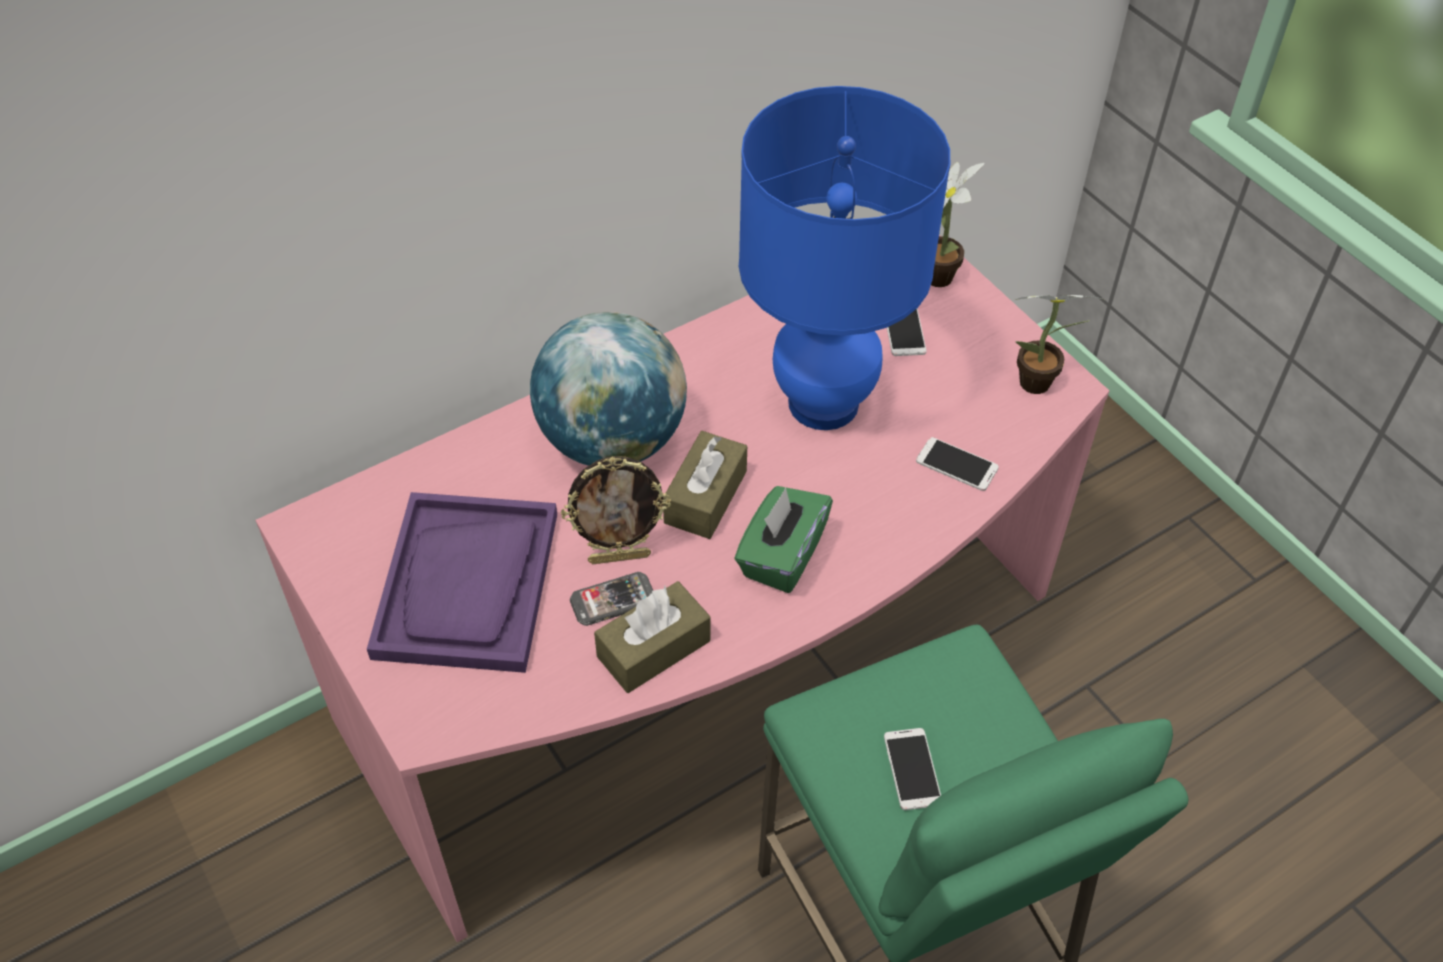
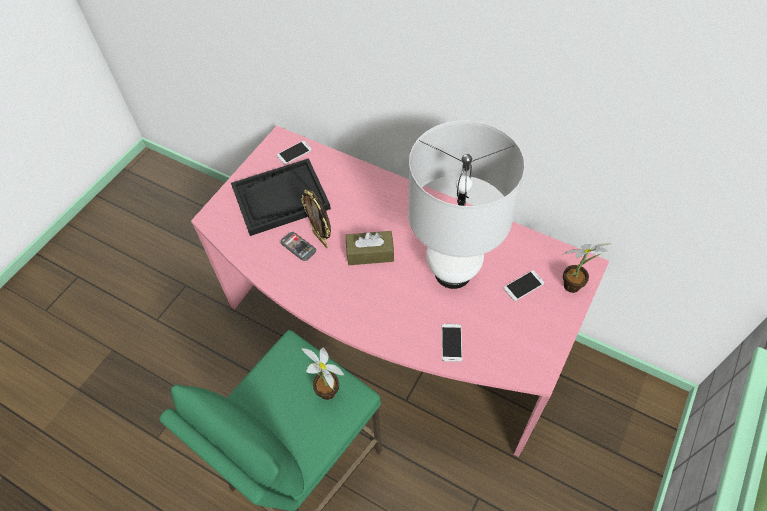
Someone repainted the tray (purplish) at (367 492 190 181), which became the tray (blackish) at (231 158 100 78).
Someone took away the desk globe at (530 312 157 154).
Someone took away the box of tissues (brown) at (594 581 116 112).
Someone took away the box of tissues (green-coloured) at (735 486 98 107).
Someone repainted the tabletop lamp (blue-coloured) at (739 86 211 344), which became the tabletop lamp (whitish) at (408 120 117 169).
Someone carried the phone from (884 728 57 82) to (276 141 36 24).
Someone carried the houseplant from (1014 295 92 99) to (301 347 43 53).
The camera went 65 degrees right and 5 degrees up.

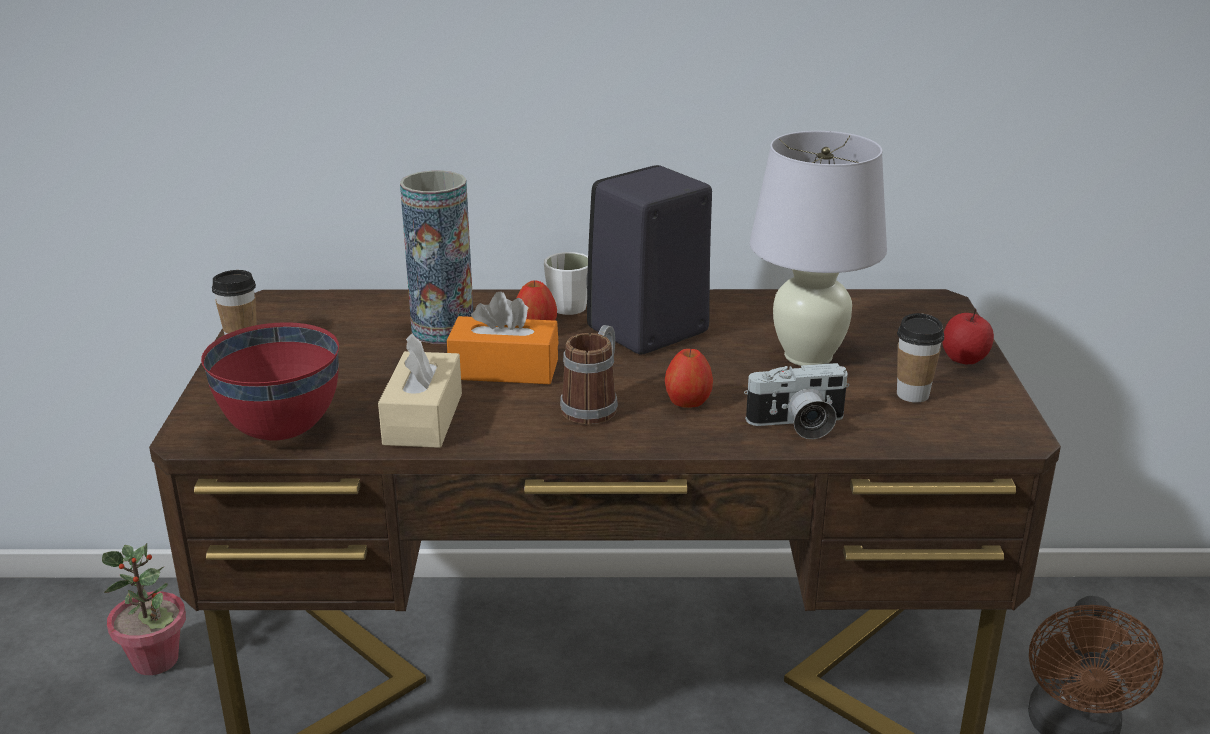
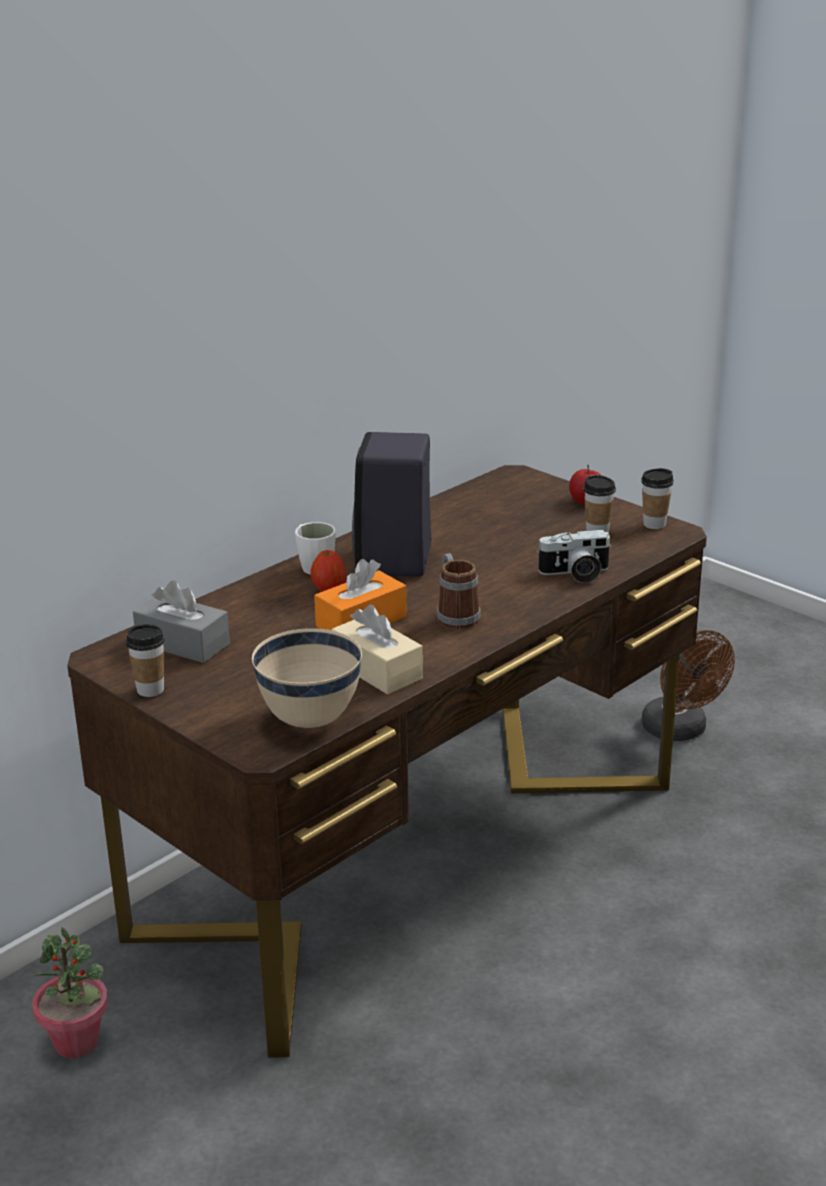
Someone repainted the deep dish (reddish) at (201 322 138 119), which became the deep dish (beige) at (252 628 110 100).
Someone took away the vase at (400 171 73 173).
Someone took away the apple fruit at (665 348 48 60).
Someone rotated the still camera at (744 363 105 76) by 45 degrees clockwise.
Someone took away the tabletop lamp (whitish) at (750 131 137 235).
Someone put down the box of tissues (gray) at (133 580 97 83).
Someone put down the drinking cup at (641 468 33 61).
The camera went 45 degrees left and 0 degrees up.

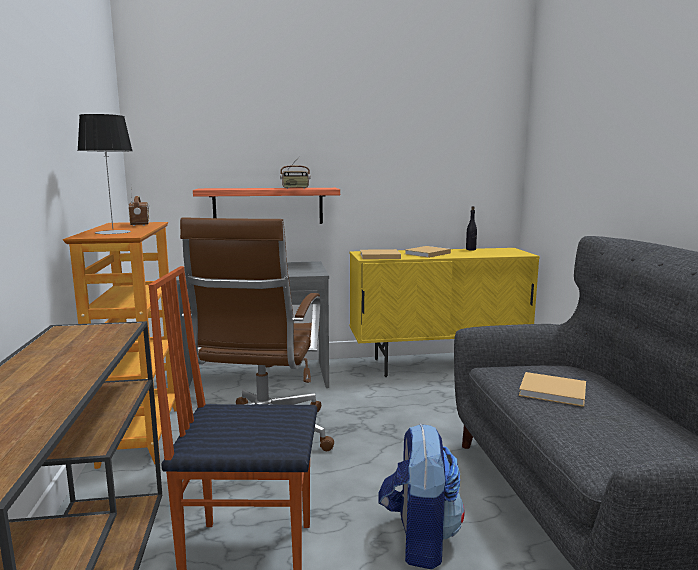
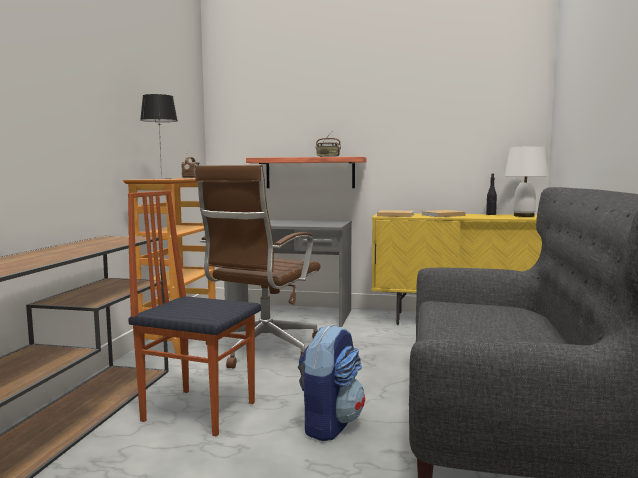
Someone took away the volume (beige) at (519 372 67 35).
Someone put down the tabletop lamp (whitish) at (505 146 43 71).
The camera went 20 degrees right and 5 degrees down.

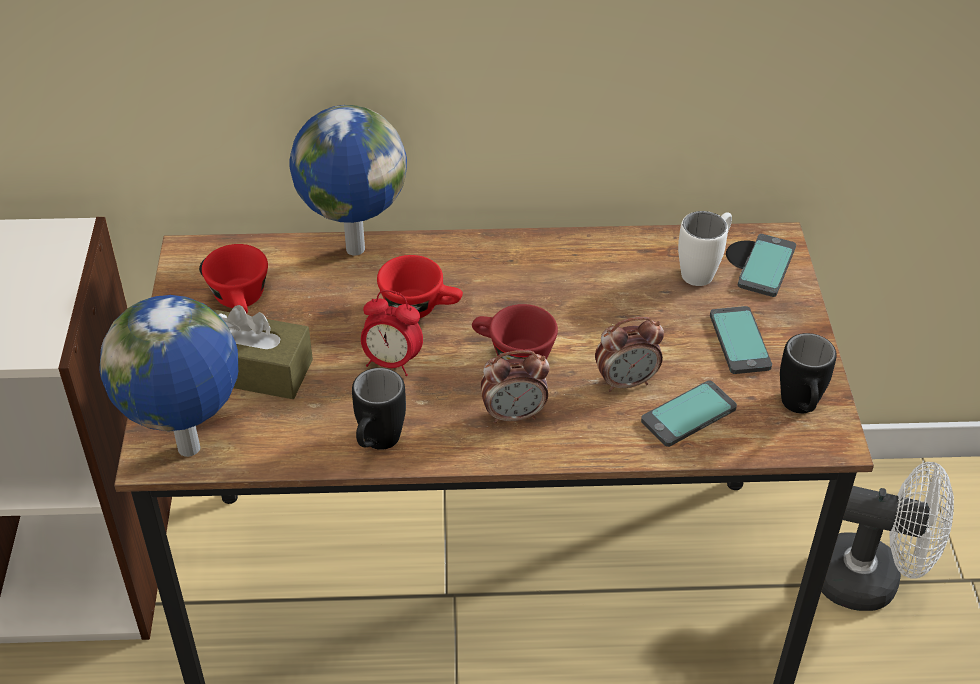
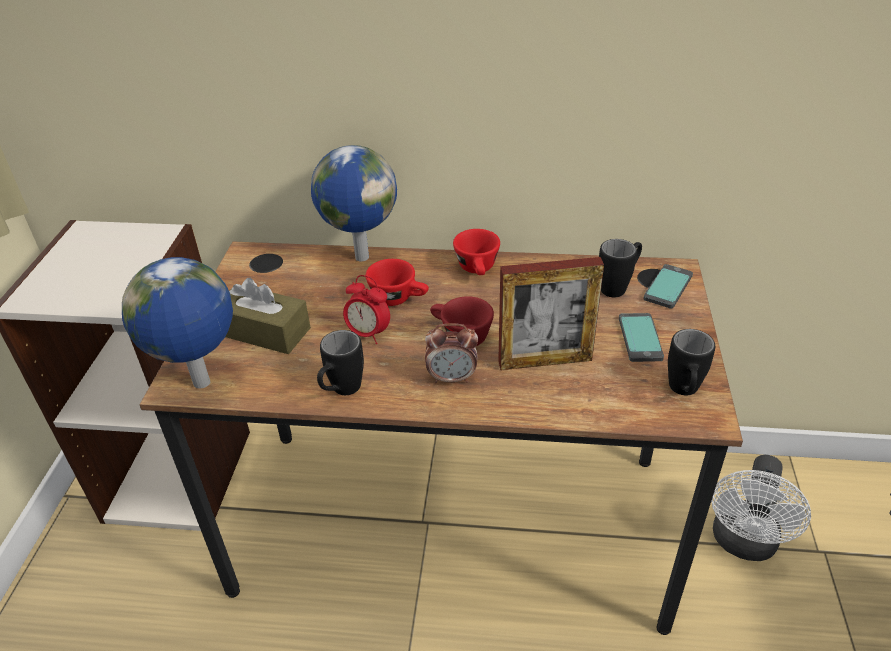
Someone carried the drinking cup (reddish) from (202 244 66 70) to (453 229 47 46).
Someone swapped the table clock at (595 317 69 75) for the photo frame at (498 257 106 113).
Someone took away the phone at (641 380 96 67).
Someone repainted the tea mug (whitish) at (678 211 54 75), which became the tea mug (blackish) at (599 239 43 58).
Someone rotated the fan (whitish) at (821 462 133 149) by 90 degrees clockwise.
The camera went 10 degrees right and 5 degrees down.

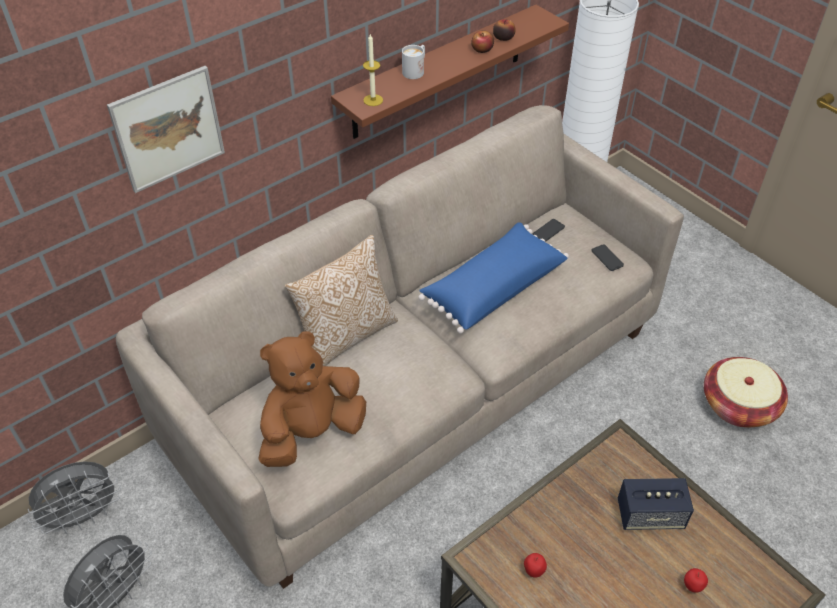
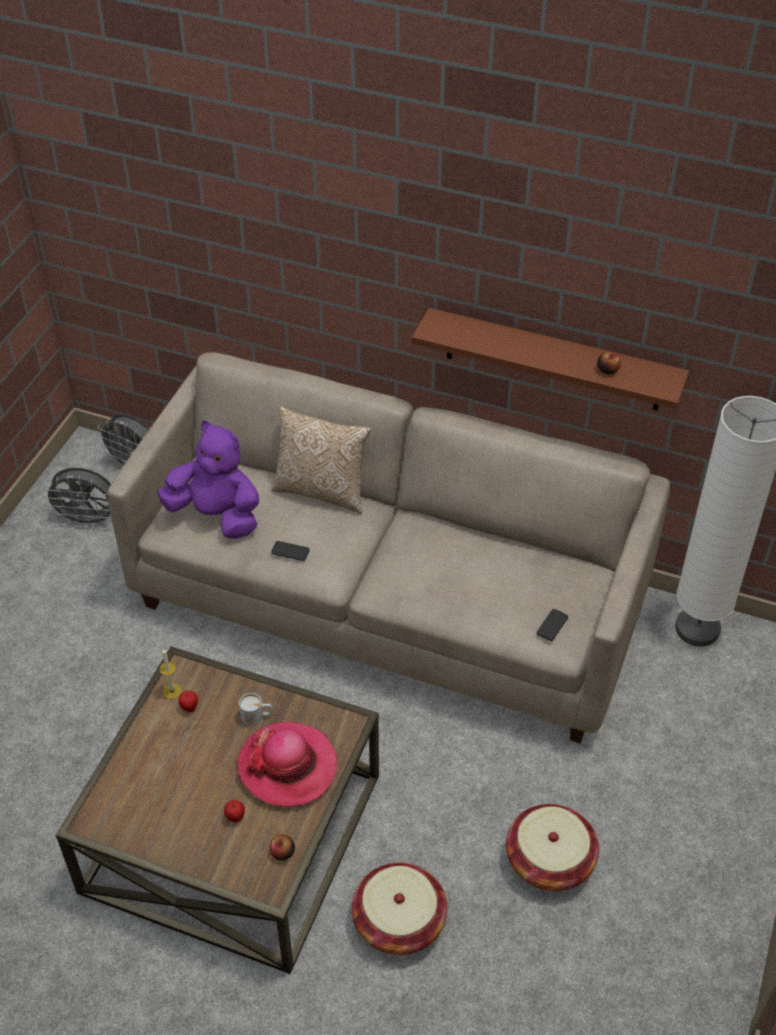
Someone took away the wall art at (107 66 118 127).
Someone repainted the soft toy (brown) at (258 331 108 136), which became the soft toy (purplish) at (157 421 102 118).
Someone carried the wax candle from (363 34 20 72) to (159 648 23 51).
Someone carried the tea mug (whitish) from (402 45 23 34) to (239 693 34 33).
Someone took away the cushion (blue-coloured) at (418 222 151 112).
Someone carried the apple fruit from (471 31 23 22) to (270 834 25 26).
Someone carried the phone from (533 219 32 23) to (271 541 39 20).
Someone swapped the loudspeaker at (618 478 76 52) for the hat at (237 722 100 85).
Someone put down the basket at (352 863 95 92).
The camera went 60 degrees right and 0 degrees up.

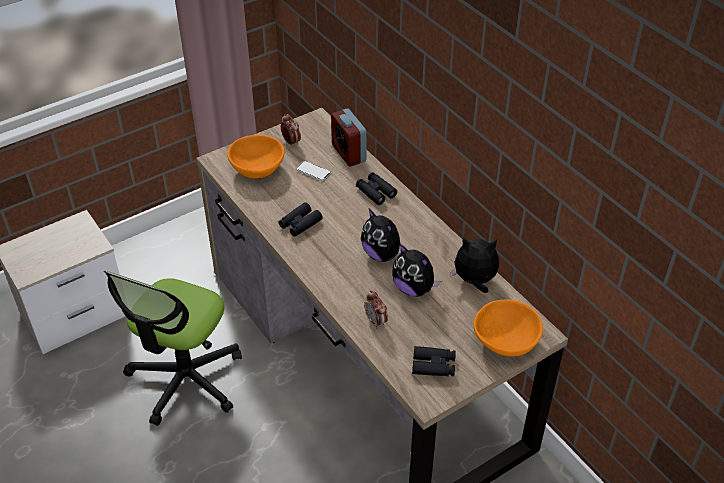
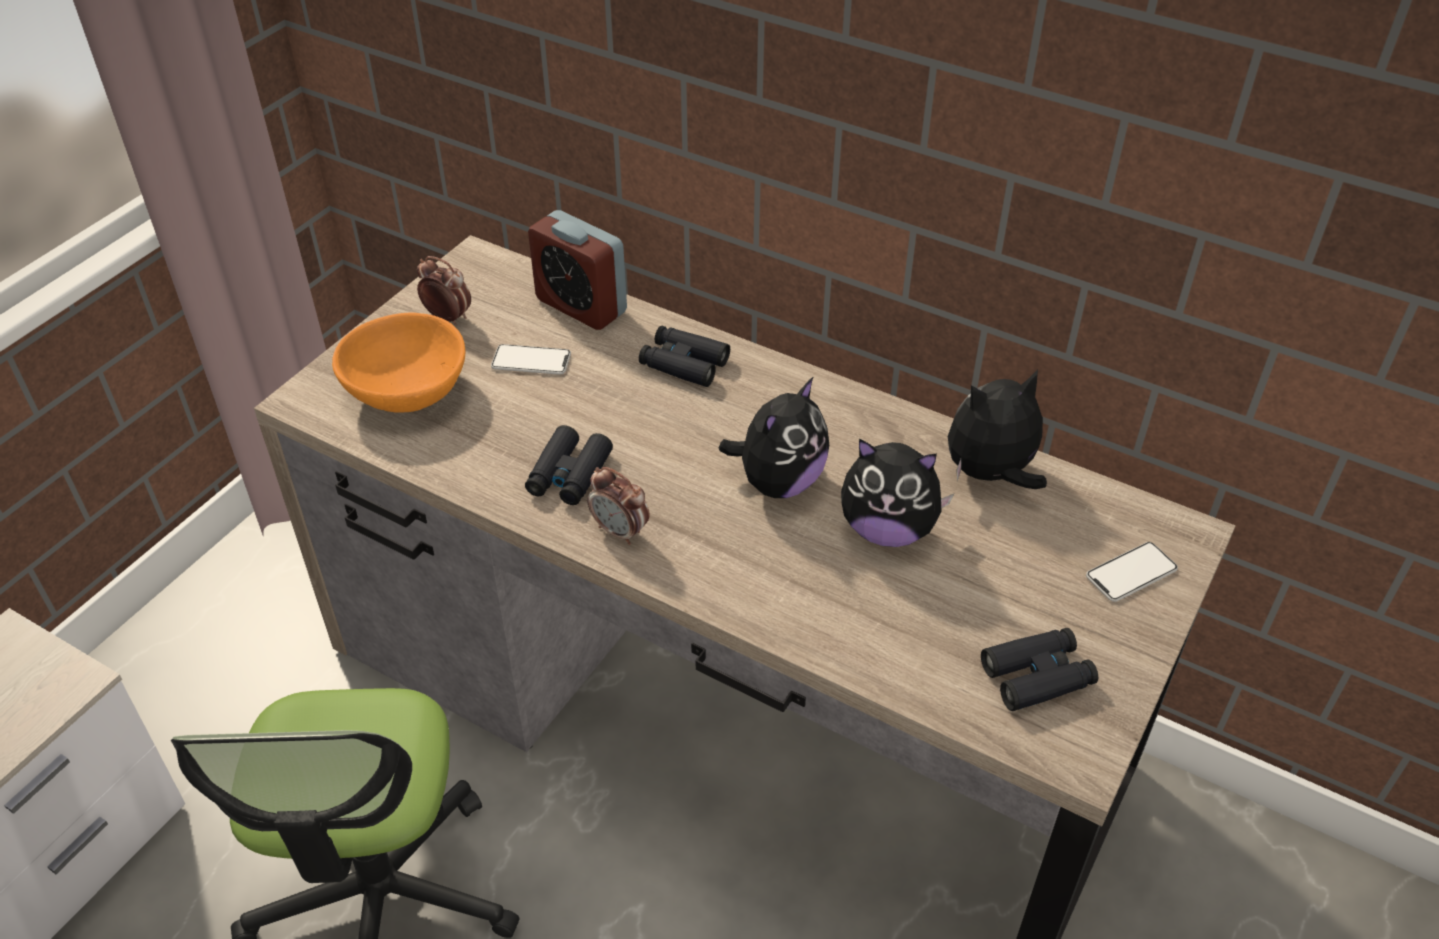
Someone rotated the soft toy at (361 209 40 53) by 75 degrees counterclockwise.
Someone carried the table clock from (364 290 24 39) to (587 467 62 78).
Someone swapped the deep dish (orangey) at (473 299 70 58) for the phone at (1086 542 92 60).
The camera went 25 degrees left and 0 degrees up.

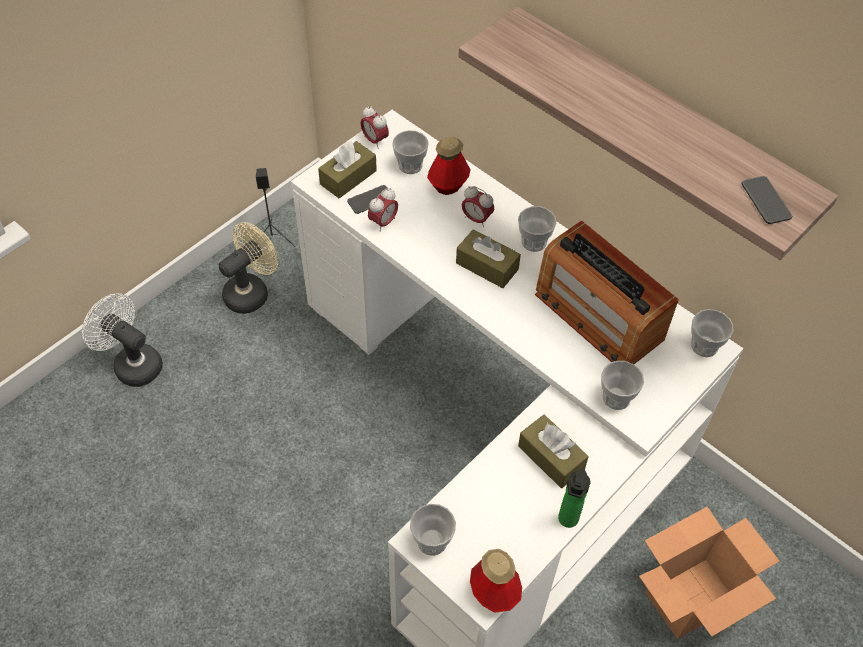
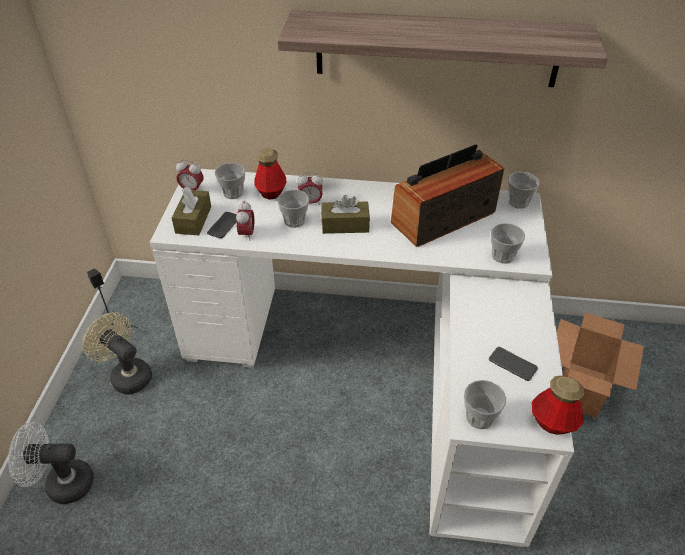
Someone rotated the fan (beige) at (219 222 59 92) by 60 degrees counterclockwise.
Someone carried the drinking cup from (518 206 38 46) to (277 190 32 38).
Someone took away the box of tissues (brown) at (518 415 71 73).
Someone rotated the radio set at (535 220 144 144) by 135 degrees clockwise.
Someone took away the drink bottle at (558 468 32 60).
Someone carried the phone from (741 176 51 48) to (489 347 49 34).
The camera went 35 degrees left and 10 degrees down.

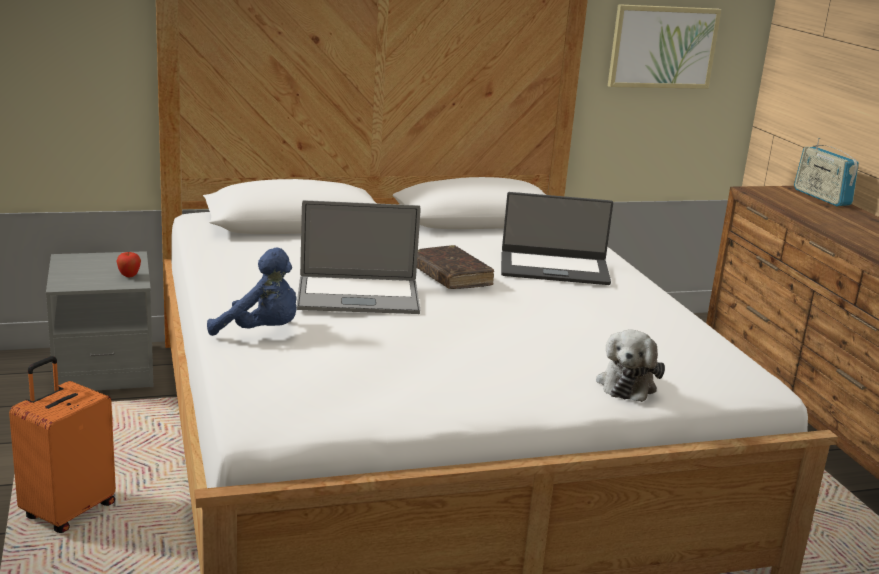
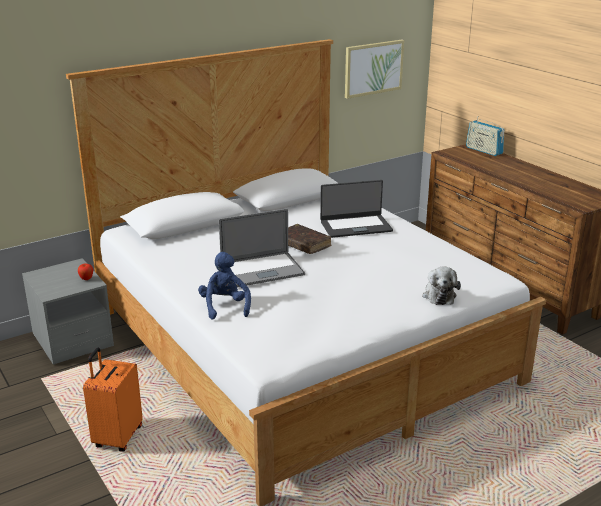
Someone rotated the soft toy (blue-coloured) at (207 248 90 88) by 105 degrees counterclockwise.
The camera went 15 degrees left and 5 degrees up.

